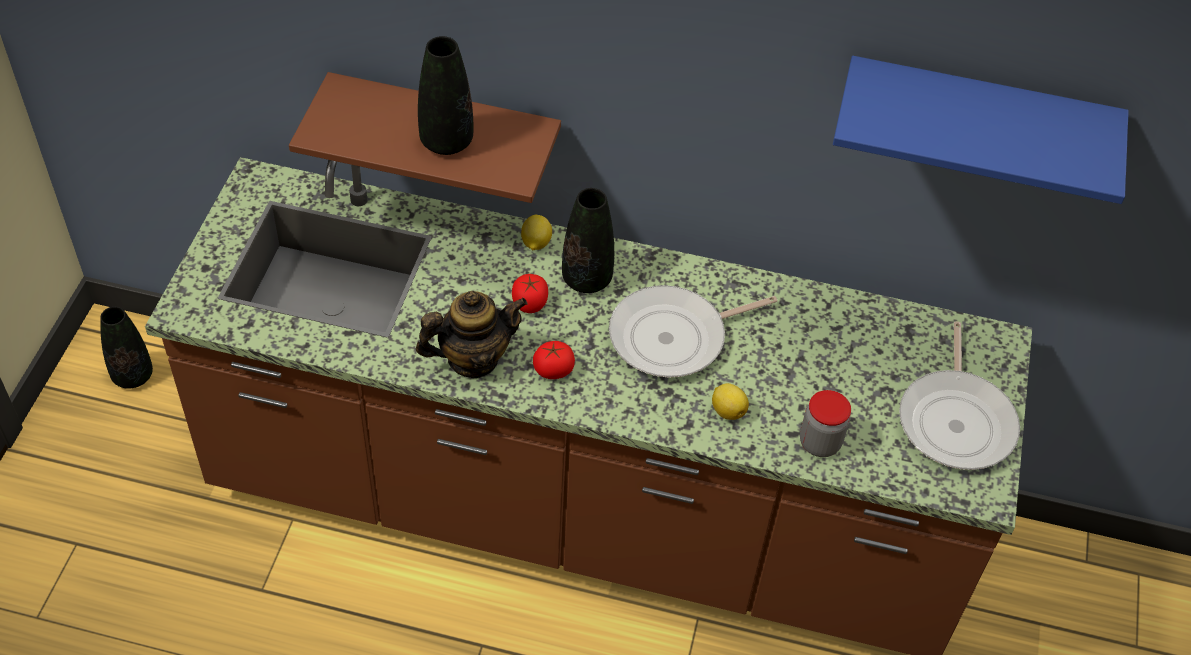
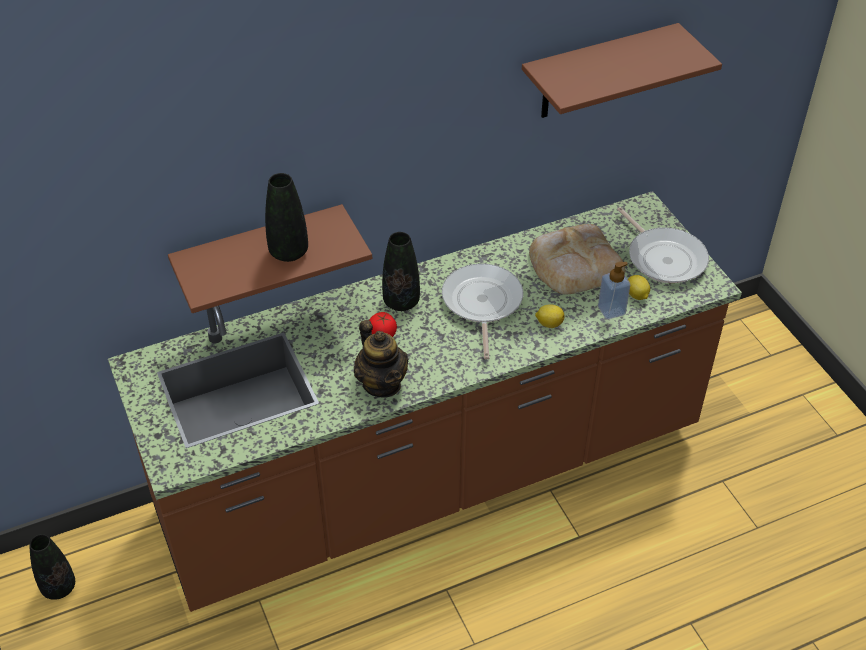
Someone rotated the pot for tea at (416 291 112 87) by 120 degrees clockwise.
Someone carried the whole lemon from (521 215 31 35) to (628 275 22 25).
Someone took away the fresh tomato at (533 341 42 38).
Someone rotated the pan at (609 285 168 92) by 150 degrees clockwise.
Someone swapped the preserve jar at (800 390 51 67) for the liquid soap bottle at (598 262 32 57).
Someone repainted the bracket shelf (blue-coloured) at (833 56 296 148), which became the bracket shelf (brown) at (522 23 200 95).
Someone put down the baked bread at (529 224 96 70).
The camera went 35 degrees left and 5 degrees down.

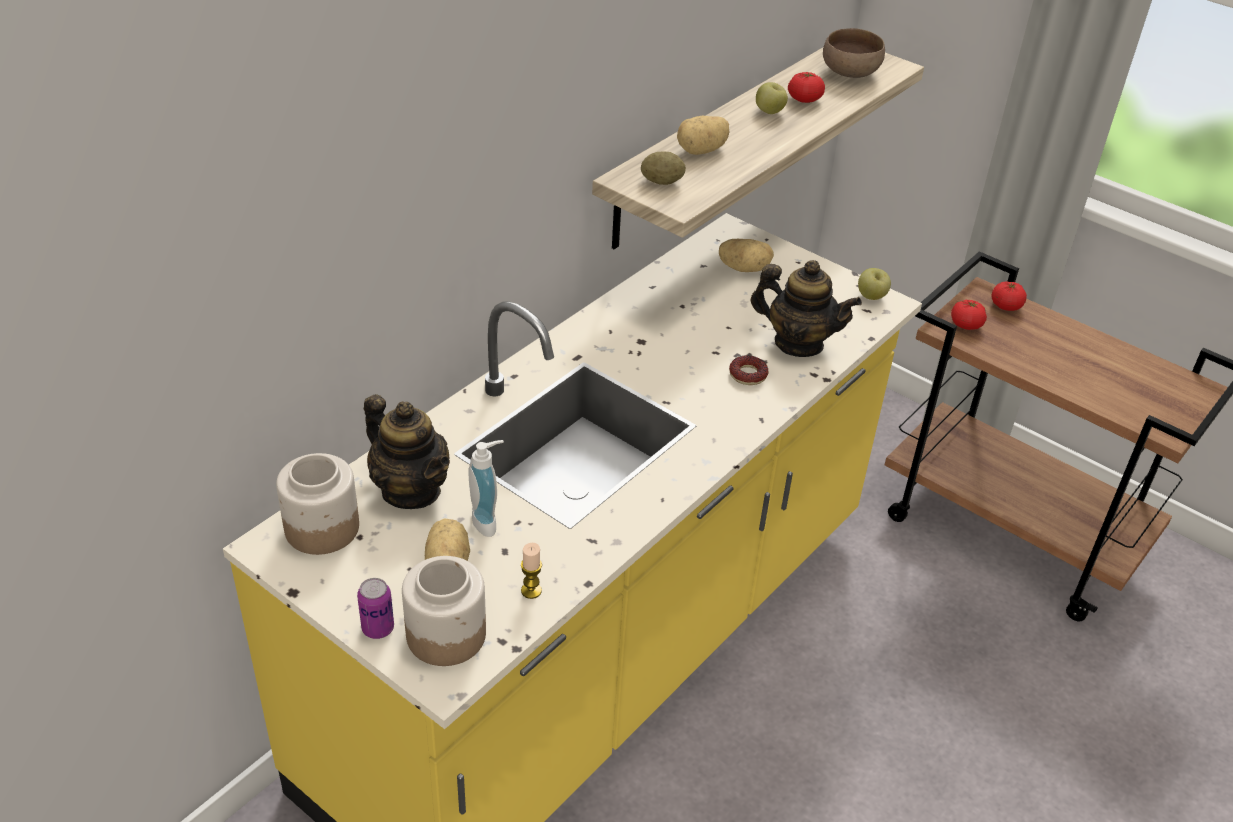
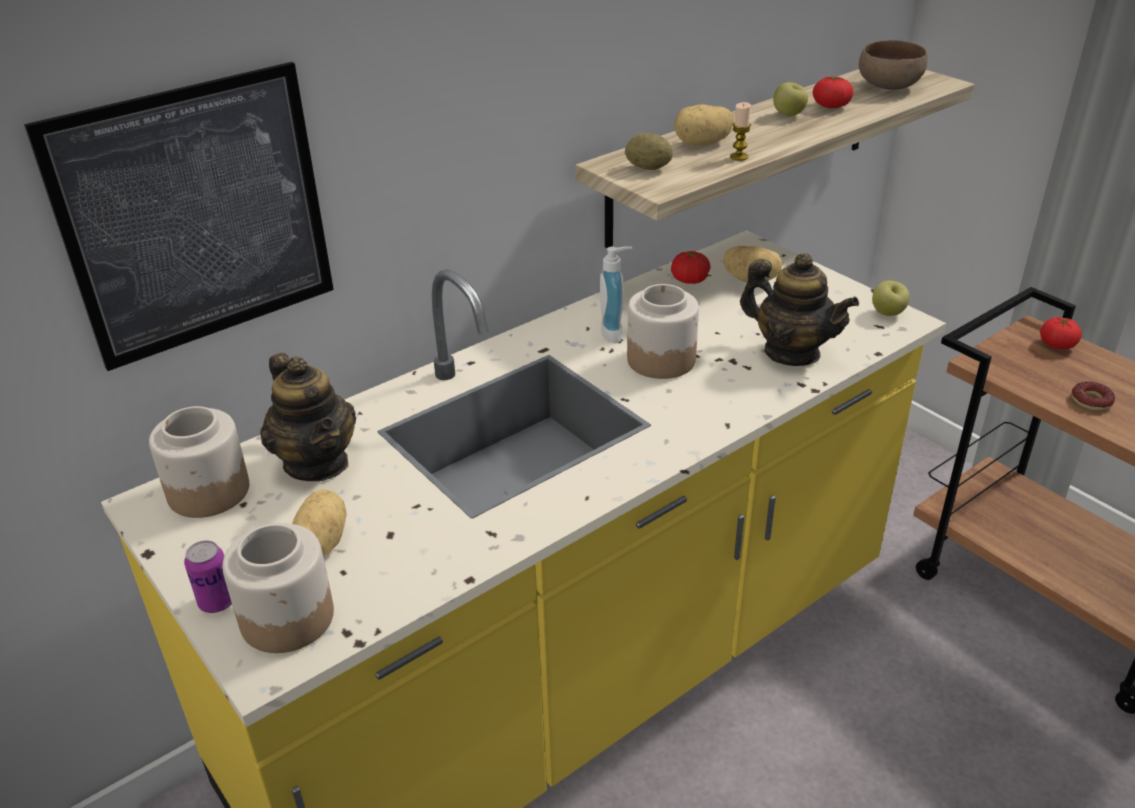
Someone carried the liquid soap bottle from (468 440 36 97) to (600 246 33 97).
Someone carried the wax candle from (521 543 21 56) to (730 102 21 59).
Someone carried the doughnut from (729 355 39 30) to (1072 382 43 29).
Someone carried the fresh tomato from (951 300 36 30) to (671 251 40 33).
Someone put up the wall art at (24 62 310 309).
Someone put down the preserve jar at (627 284 72 95).
The camera went 15 degrees right and 5 degrees down.

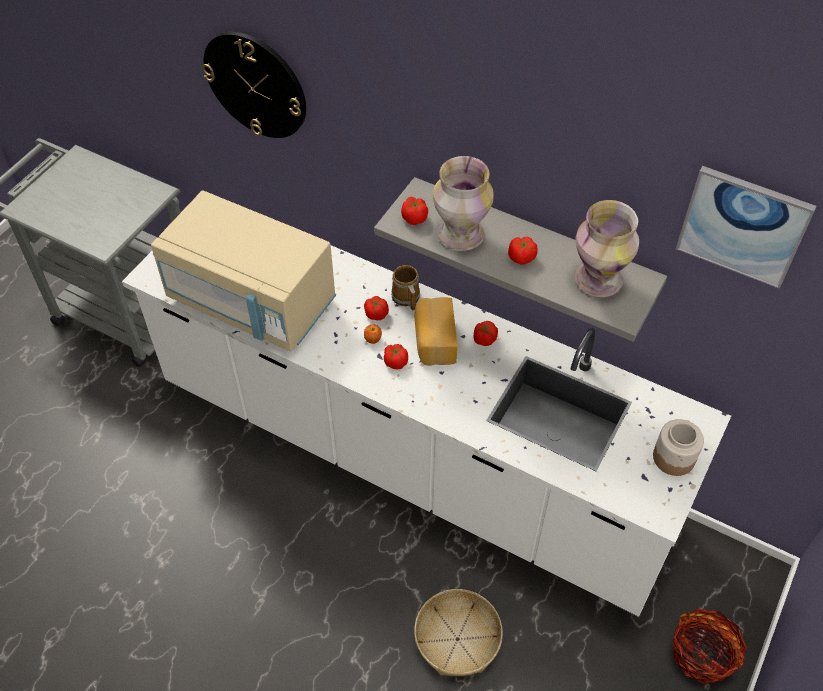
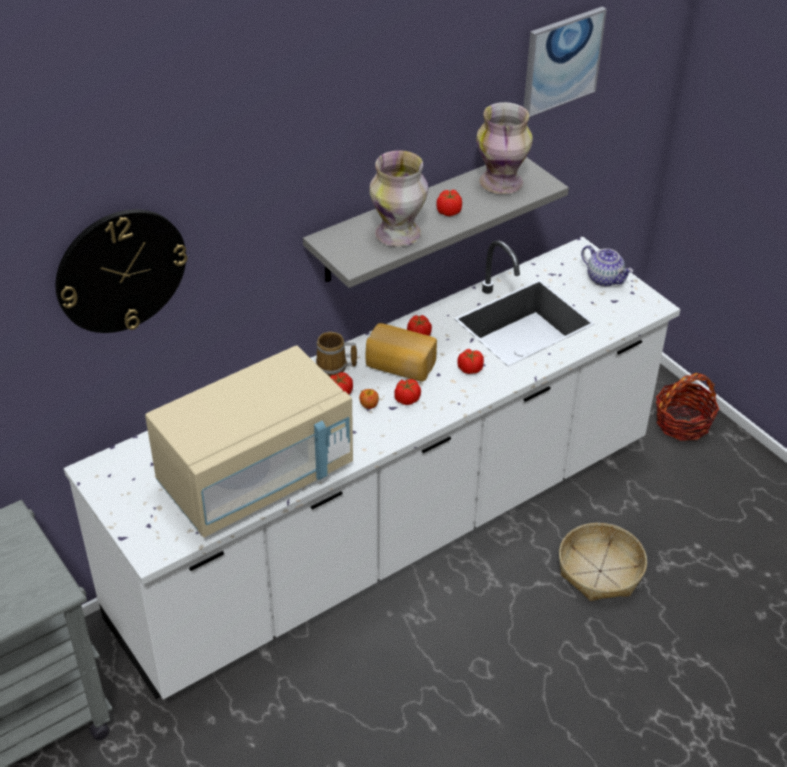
Someone carried the fresh tomato from (401 197 27 28) to (457 349 27 25).
Someone swapped the preserve jar at (653 419 51 57) for the pot for tea at (581 245 52 42).
The camera went 65 degrees left and 10 degrees down.

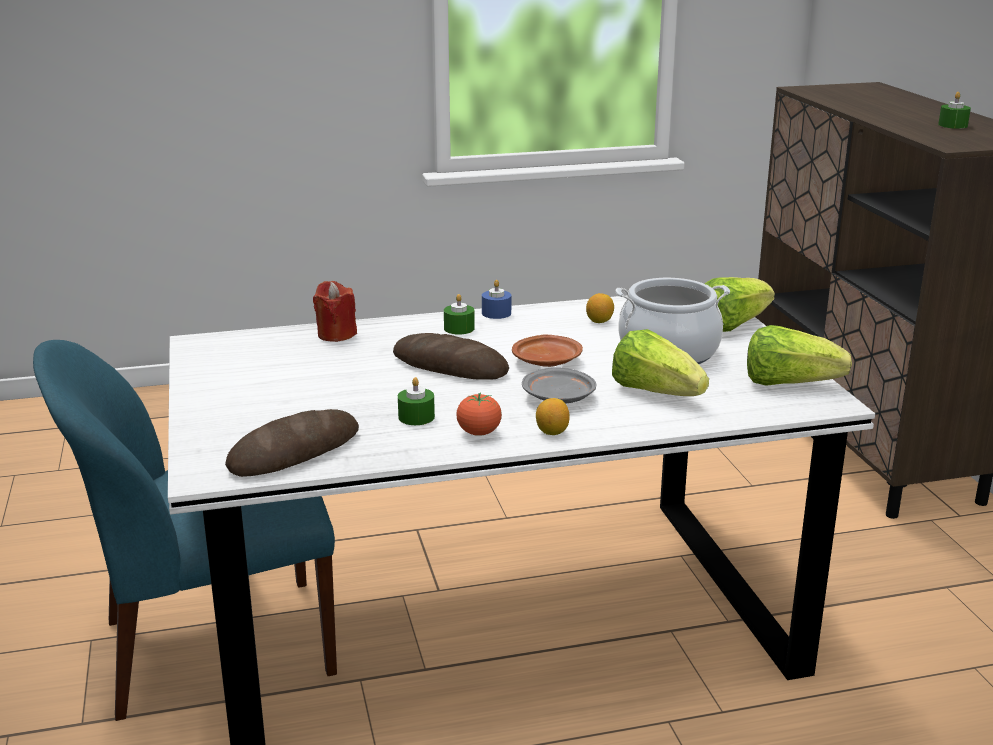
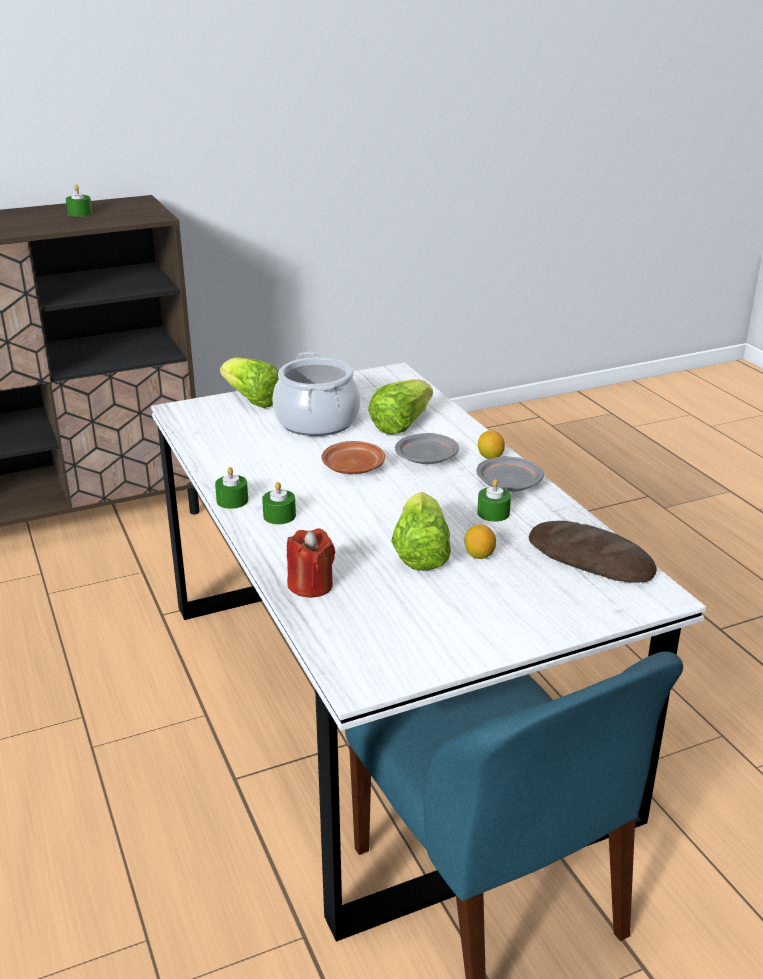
Someone took away the baked bread at (393 333 116 47).
Someone swapped the fresh tomato at (456 392 46 44) for the dinner plate (gray) at (477 457 67 35).
Someone repainted the wax candle (blue-coloured) at (482 280 29 39), which became the wax candle (green-coloured) at (215 467 33 42).
Someone carried the whole lemon from (586 293 28 30) to (464 524 32 35).
Someone carried the lettuce head from (747 325 105 61) to (391 492 60 79).
The camera went 100 degrees left and 5 degrees up.

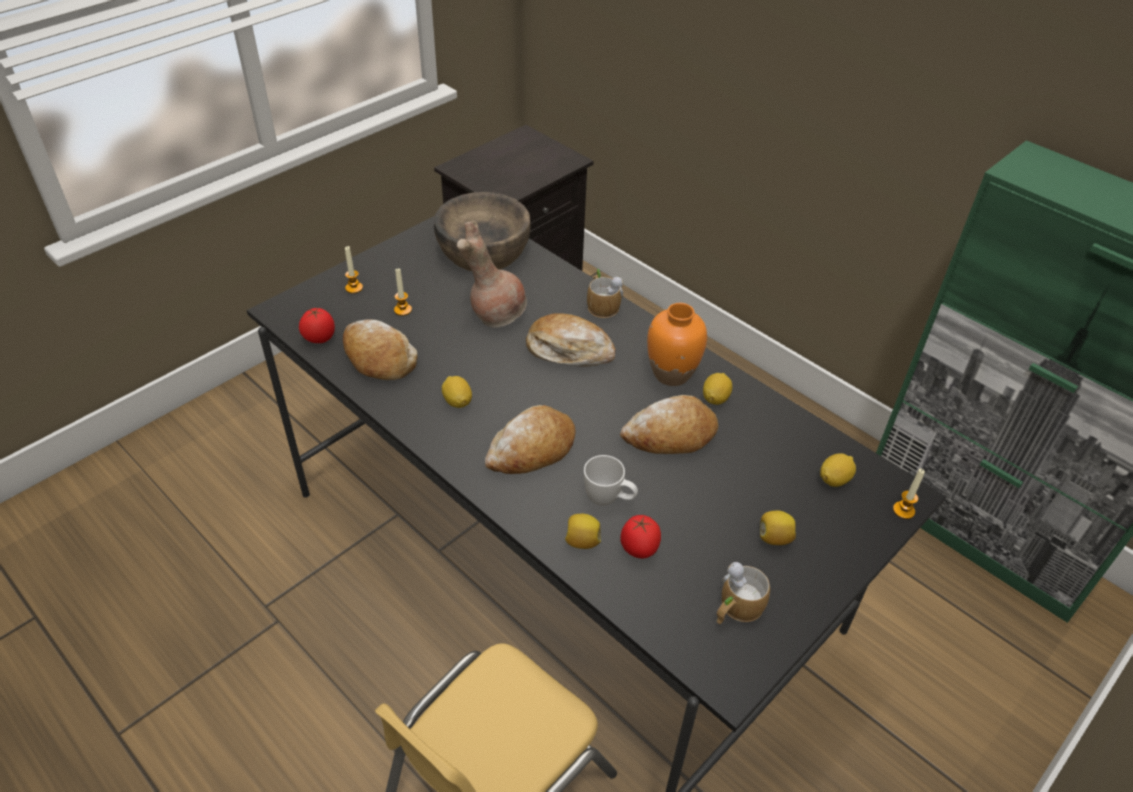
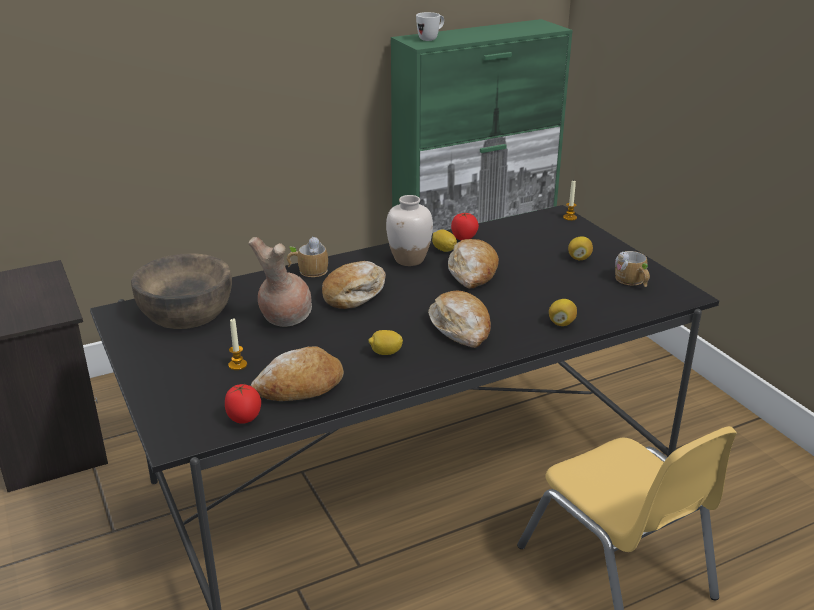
Someone took away the wax candle at (345 246 18 48).
Someone carried the tea mug (whitish) from (584 455 54 51) to (416 12 28 29).
Someone carried the fresh tomato from (620 515 41 44) to (451 213 28 27).
Someone repainted the vase (orangey) at (647 303 60 83), which became the vase (whitish) at (386 195 47 71).
Someone took away the whole lemon at (820 453 36 34).
The camera went 70 degrees left and 15 degrees down.

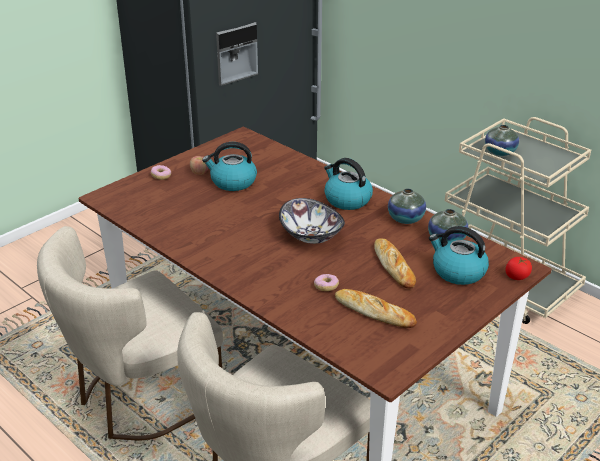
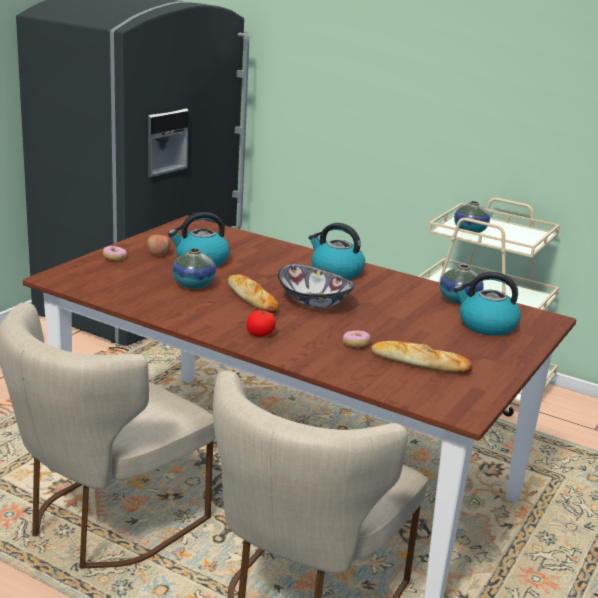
Someone carried the baked bread from (374 238 42 51) to (228 275 51 38).
Someone carried the vase from (388 188 38 36) to (172 248 44 41).
Someone carried the fresh tomato from (505 257 27 23) to (246 311 30 26).
The camera went 15 degrees left and 10 degrees down.

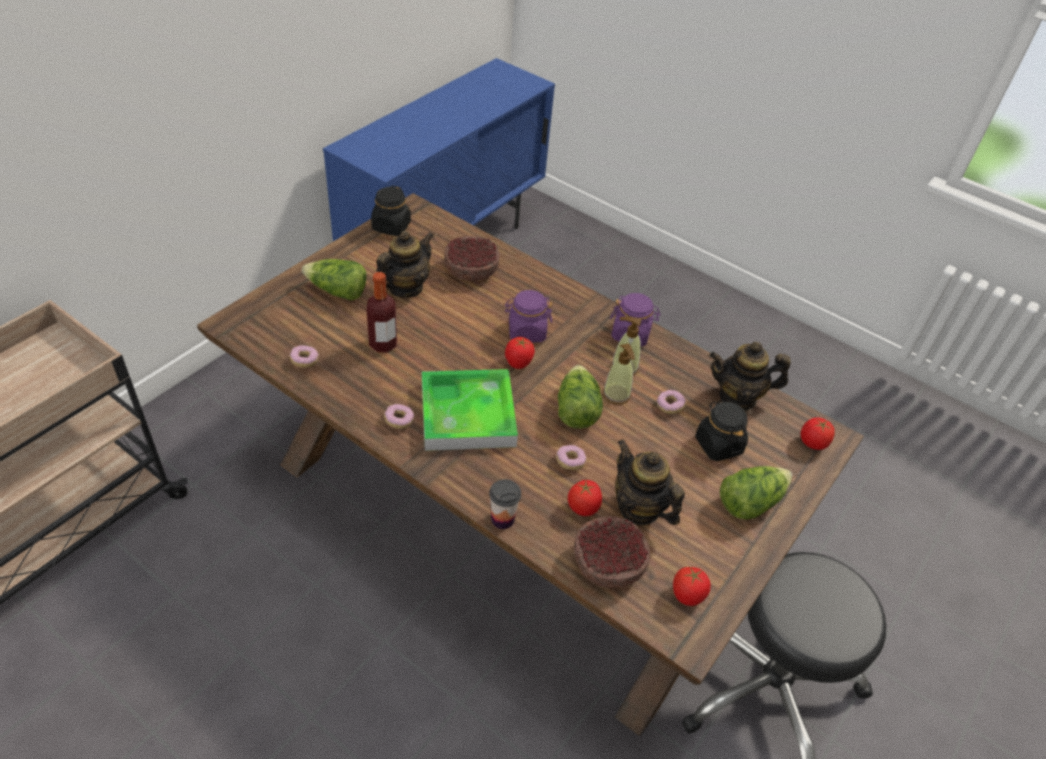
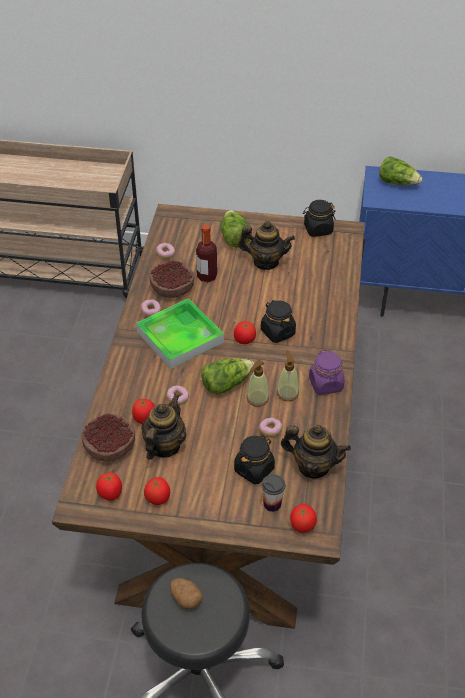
Someone carried the deep dish from (444 236 55 44) to (149 260 45 38).
Someone carried the drinking cup from (489 479 32 50) to (261 474 24 38).
Someone repainted the preserve jar (purplish) at (505 290 47 53), which became the preserve jar (blackish) at (261 300 35 43).
Someone rotated the pot for tea at (709 342 82 69) by 135 degrees clockwise.
Someone carried the lettuce head from (720 466 72 53) to (379 156 43 29).
Someone put down the fresh tomato at (144 477 26 28).
Someone put down the spud at (170 578 32 31).
The camera went 65 degrees right and 0 degrees up.

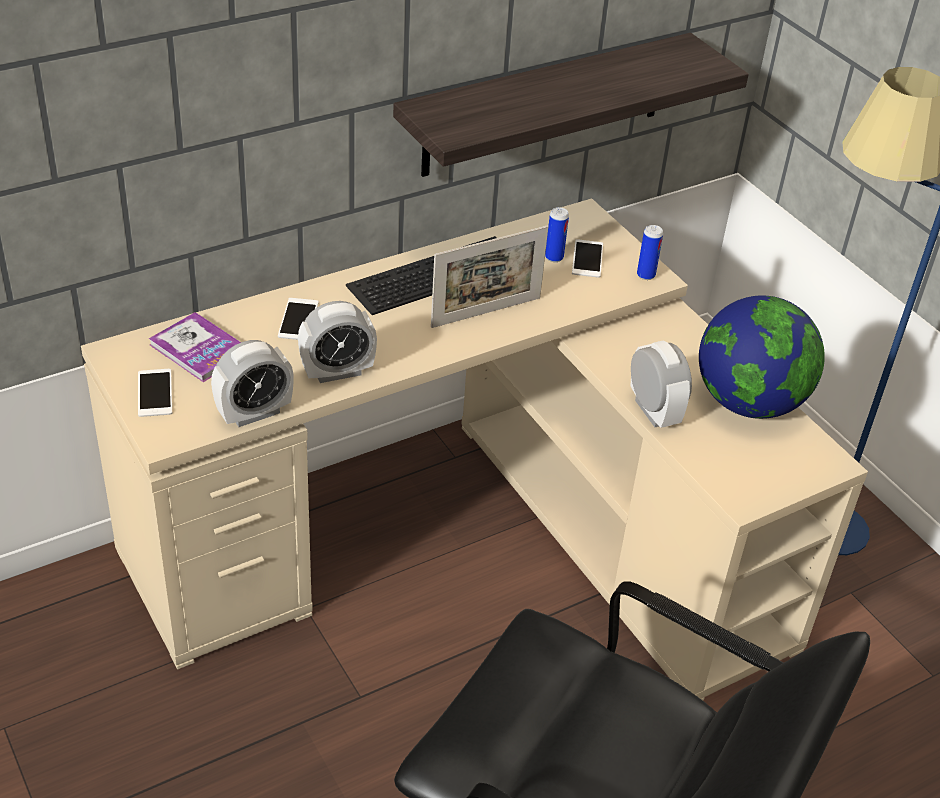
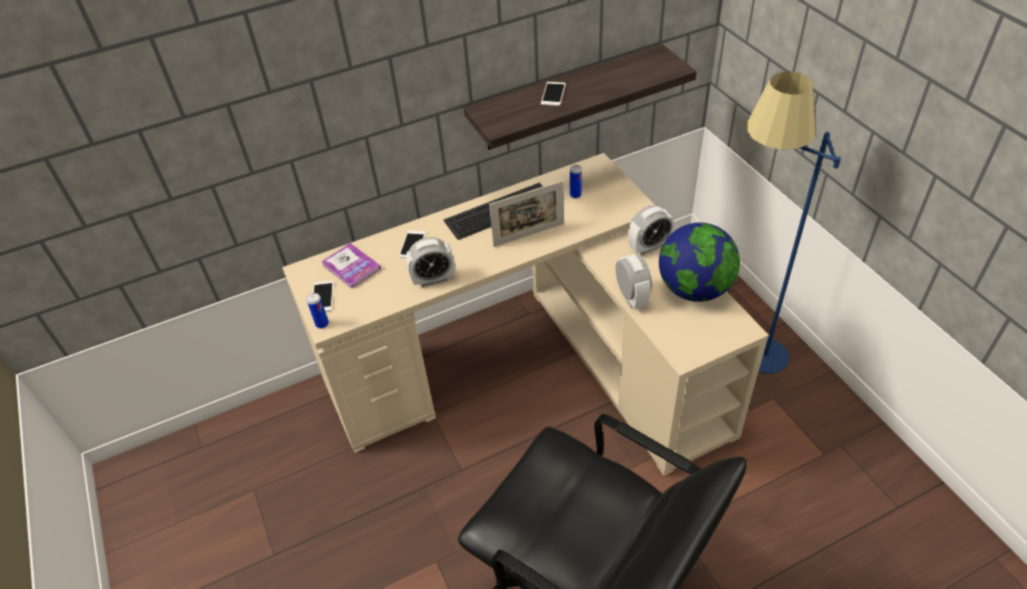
Someone carried the table clock from (211 340 83 87) to (628 205 45 50).
Someone carried the phone from (572 239 31 39) to (541 82 25 24).
Someone carried the sealed can from (637 225 26 55) to (307 293 22 36).
The camera went 10 degrees right and 5 degrees up.

